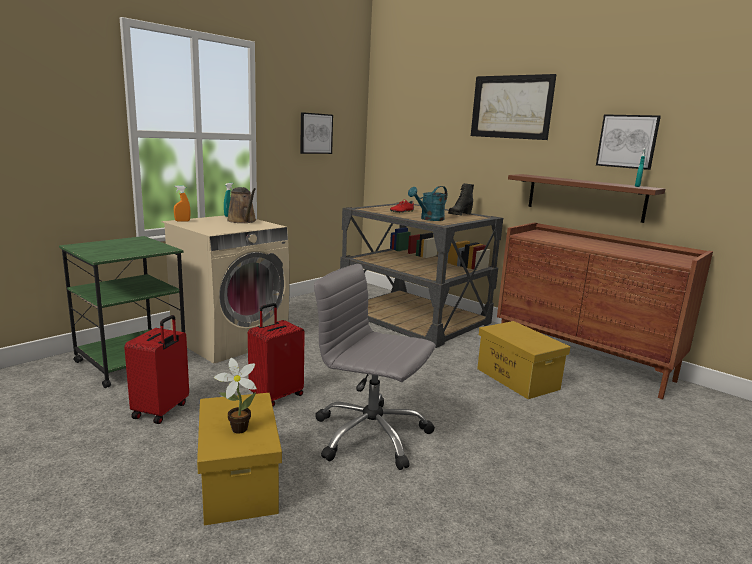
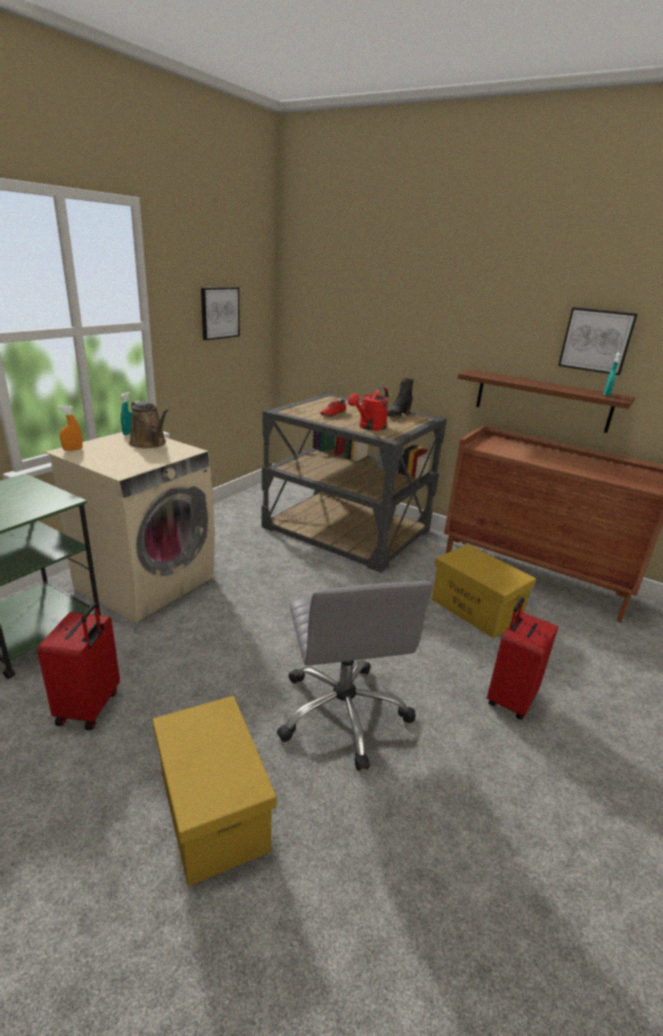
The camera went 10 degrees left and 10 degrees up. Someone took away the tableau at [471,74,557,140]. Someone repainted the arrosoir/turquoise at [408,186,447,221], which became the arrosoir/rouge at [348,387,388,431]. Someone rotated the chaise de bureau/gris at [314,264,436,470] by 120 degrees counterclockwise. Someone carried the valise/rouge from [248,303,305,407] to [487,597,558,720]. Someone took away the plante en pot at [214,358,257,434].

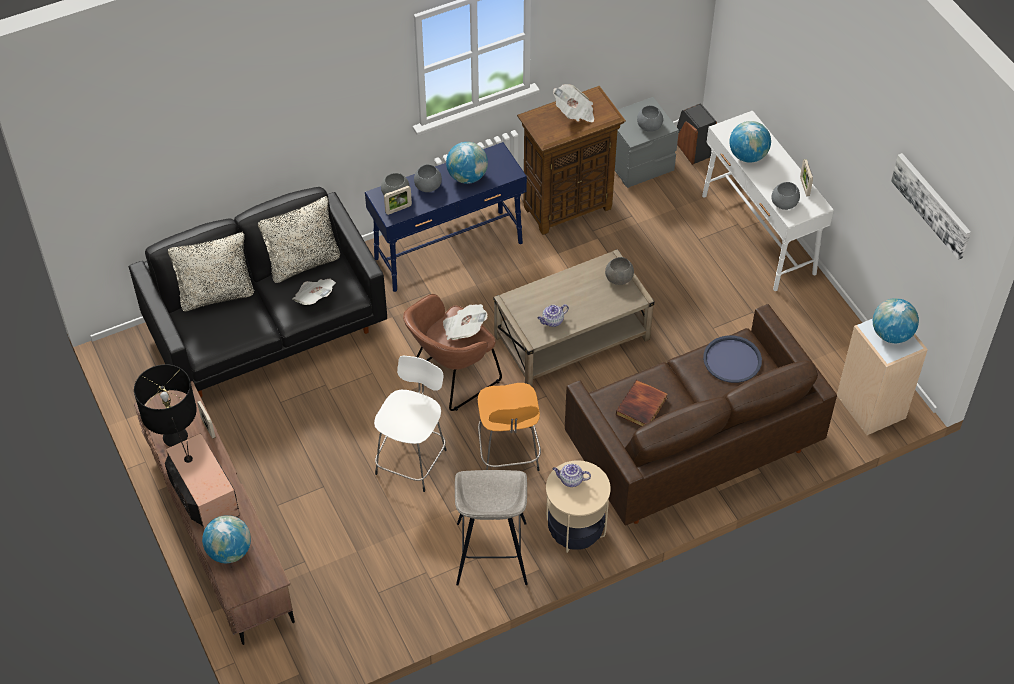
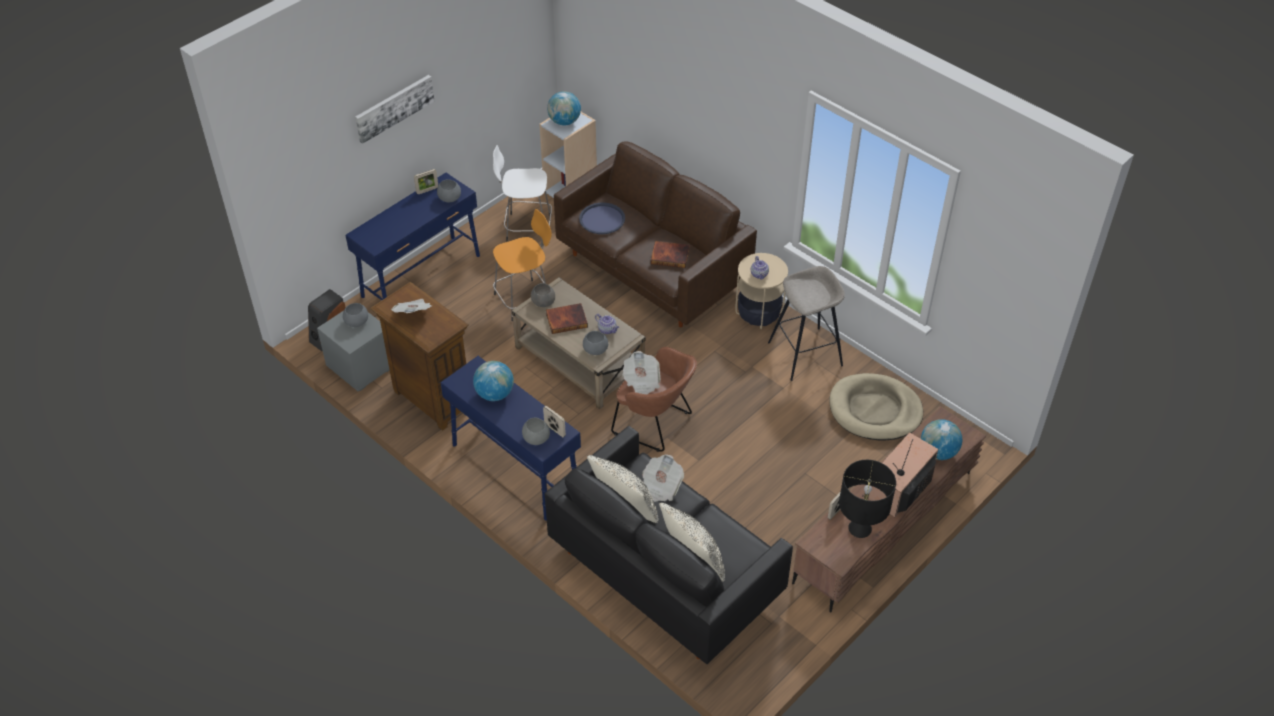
The camera went 110 degrees left and 5 degrees down. Someone repainted the table console/blanc at [702,111,834,291], which became the table console/bleu at [345,173,480,300]. Someone took away the globe at [729,121,771,163]. Someone carried the tableau from [891,153,971,260] to [355,75,435,144]. Someone carried the bol/gris from [414,164,442,192] to [583,331,608,355]. Someone carried the tabouret/blanc from [374,356,447,492] to [493,145,552,241]. Someone carried the tabouret/orange from [478,383,541,471] to [493,209,552,321]. Someone put down the livre at [546,303,588,334]. Someone put down the panier pour chien/beige at [829,373,923,441].

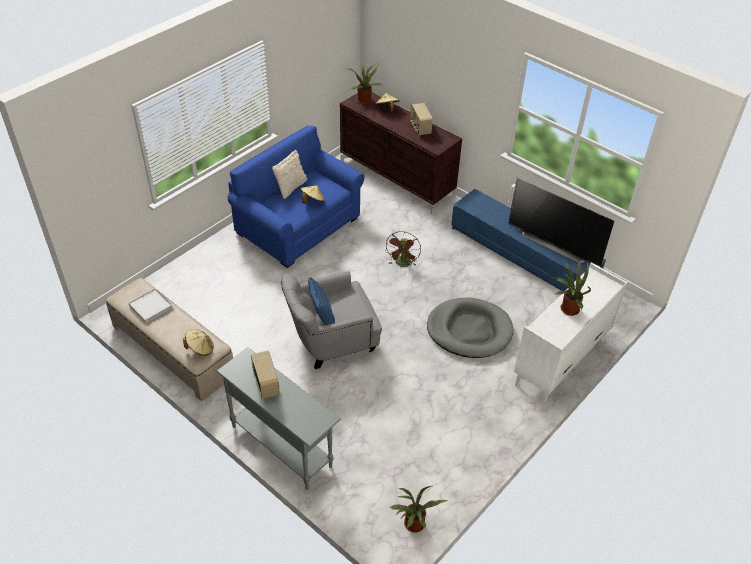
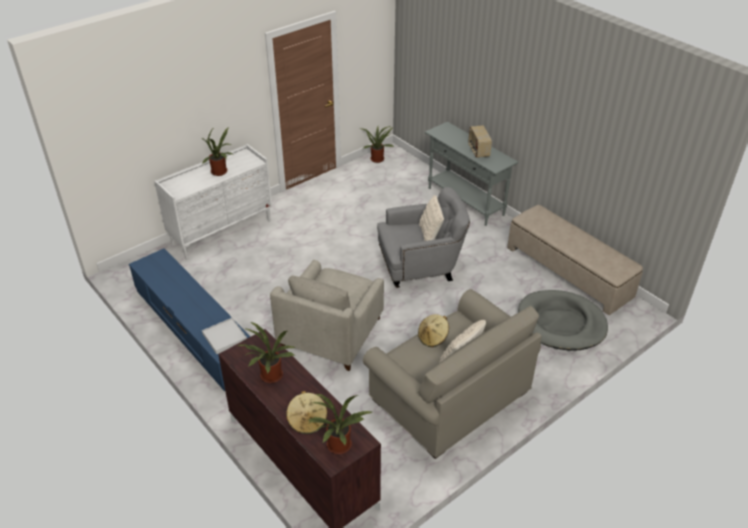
The camera went 170 degrees left and 5 degrees down. Someone swapped the radio at [410,103,433,135] for the plante en pot at [238,322,296,383]. Someone repainted the canapé/bleu at [228,125,364,268], which became the canapé/beige at [363,289,542,459]. Someone took away the téléviseur at [508,178,614,267]. Someone swapped the ventilateur/marron at [385,231,421,267] for the fauteuil/beige at [270,260,384,371]. Someone repainted the coussin/bleu at [308,278,335,325], which became the coussin/beige at [419,195,444,241]. Someone carried the plateau/blanc from [129,288,173,323] to [202,318,247,354]. Someone carried the panier pour chien/gris from [427,297,513,358] to [518,290,608,351]. Someone took away the chapeau/beige at [183,329,214,356].

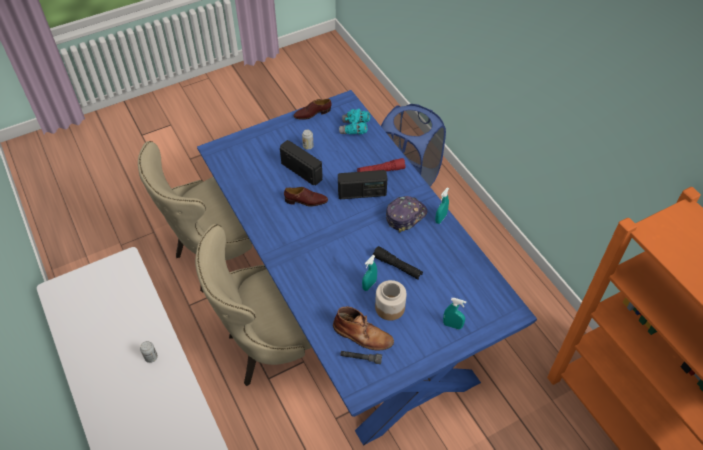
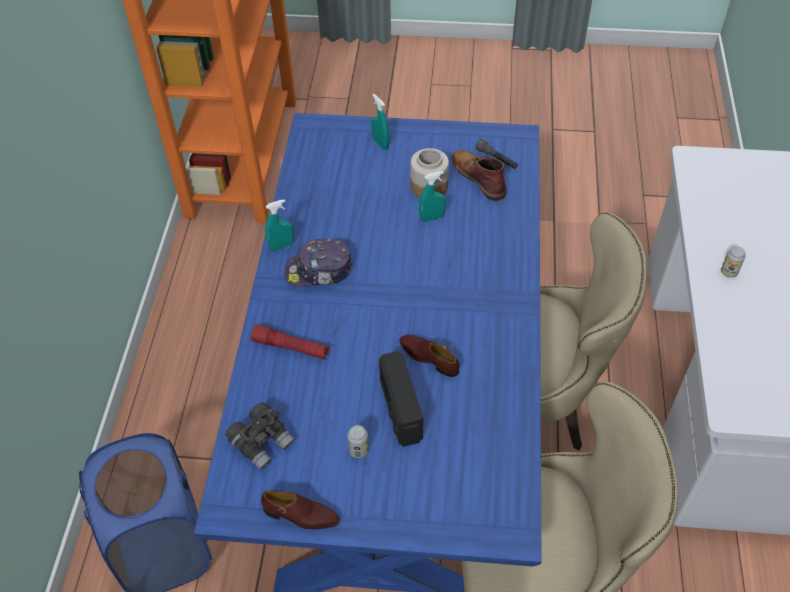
The camera went 145 degrees left and 0 degrees up. Someone repainted the jumelles/turquoise at [339,109,370,135], which became the jumelles/gris at [225,402,295,470]. Someone took away the radio at [338,170,387,199]. Someone took away the lampe de poche/noir at [373,246,423,280].

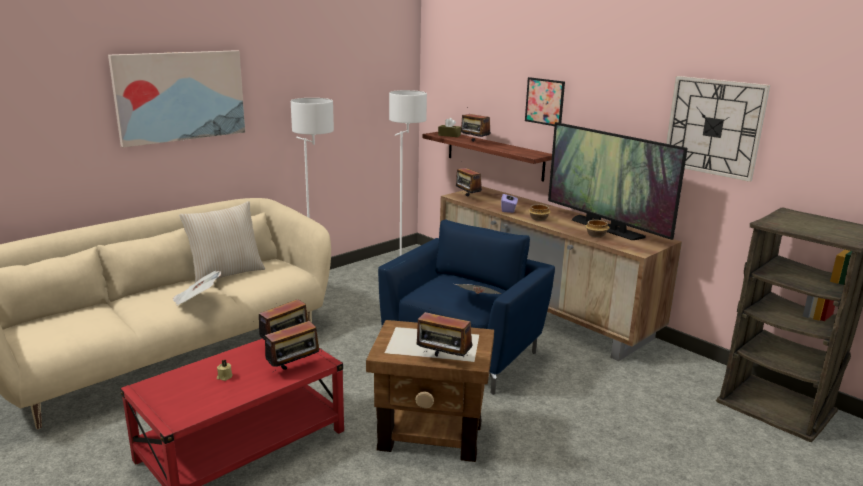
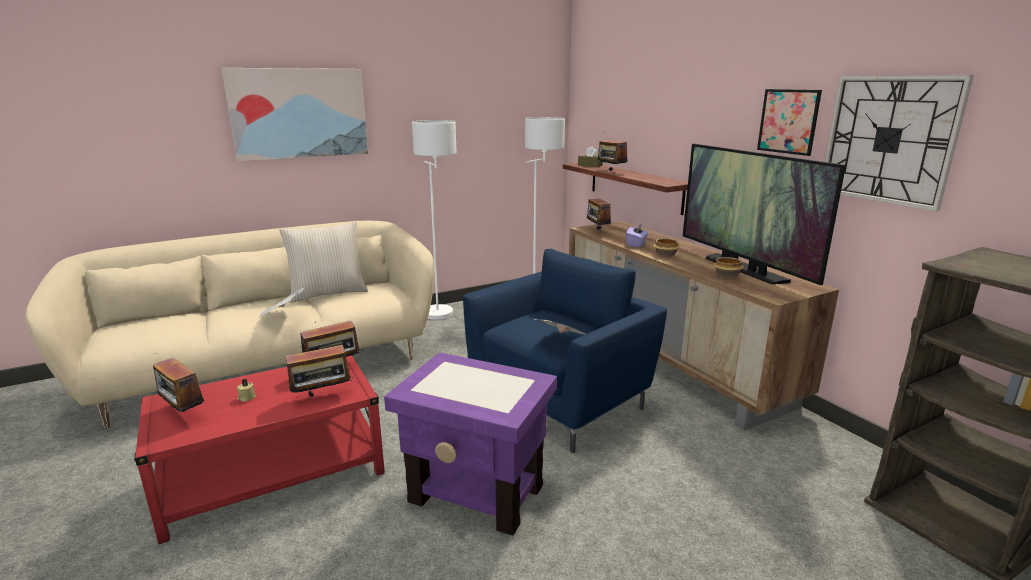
The camera went 15 degrees right and 0 degrees up. Someone carried the tableau from [525,77,565,126] to [757,89,822,156]. Someone carried the radio from [416,308,473,357] to [153,353,204,413]. Someone repainted the table d'appoint/marron at [366,320,494,462], which became the table d'appoint/violet at [384,353,557,536].

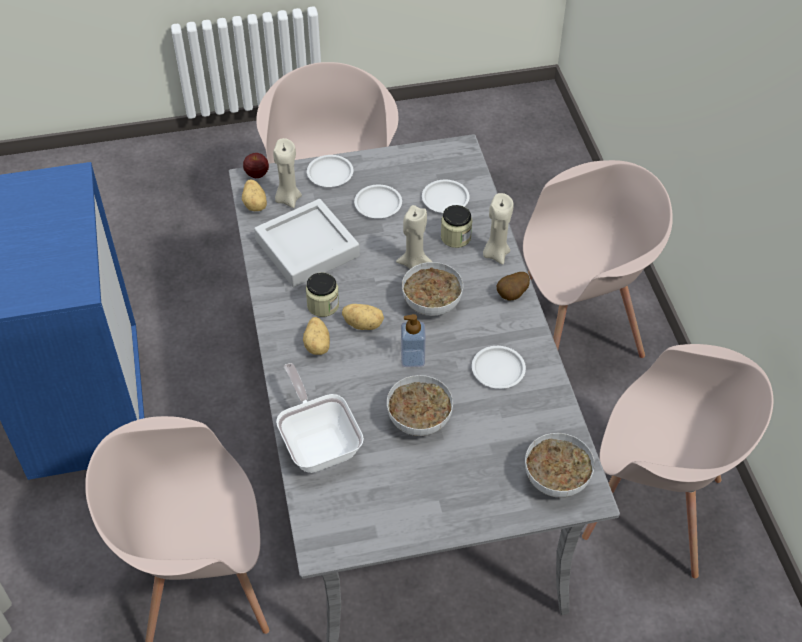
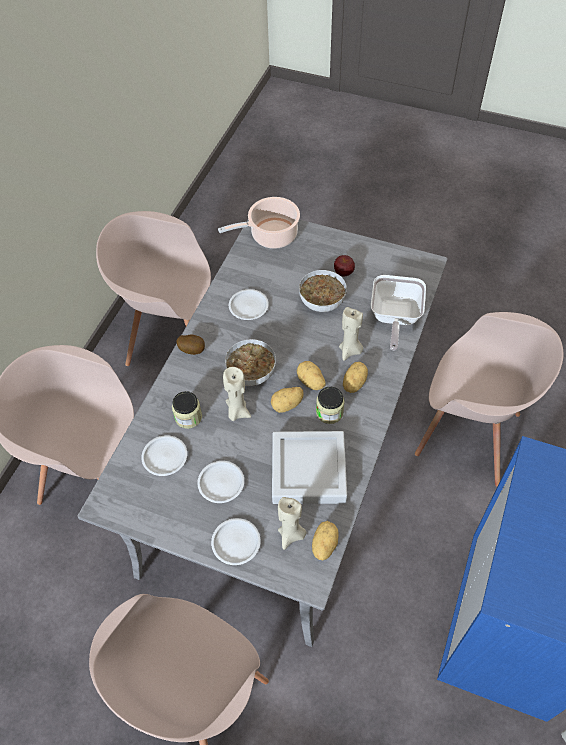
The camera went 145 degrees left and 5 degrees up. Someone carried the pomme from [243,153,269,178] to [334,255,355,276]. Someone carried the bougie/beige from [483,193,513,265] to [339,307,363,361]. Someone took away the distributeur de savon at [401,314,426,367]. Someone rotated the chaise/beige at [582,344,774,578] by 45 degrees counterclockwise. Someone swapped the bol at [525,433,595,498] for the marmite at [218,197,300,249]. Someone put down the pomme de terre at [271,387,303,413].

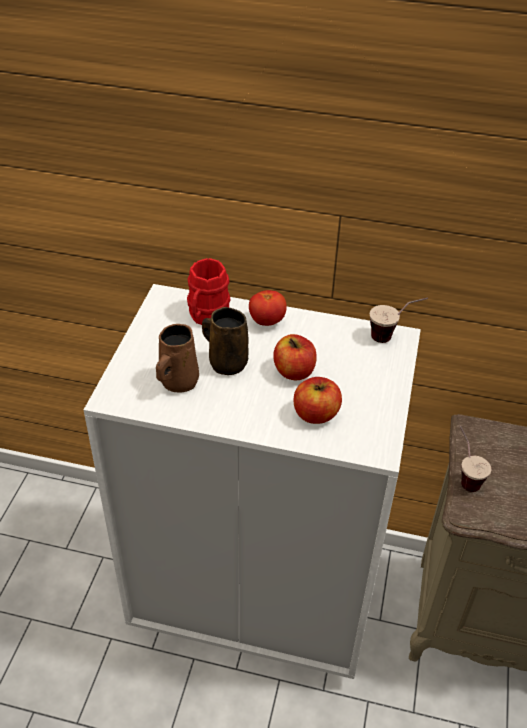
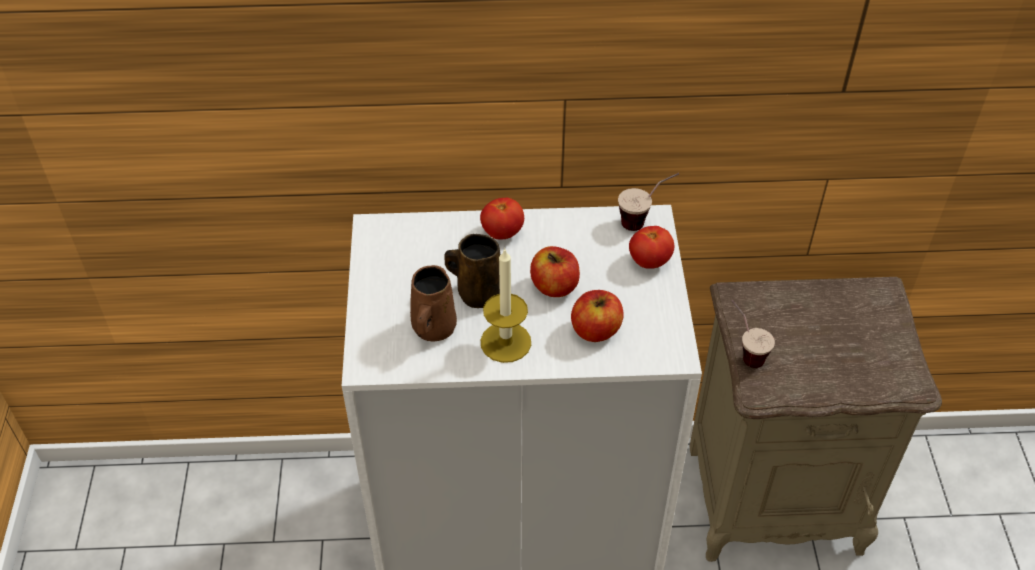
The camera went 15 degrees left and 5 degrees up. Someone took away the mug/rouge at [187,258,230,325]. Someone put down the tomate at [629,226,674,269]. Someone put down the bougie at [481,248,531,363].

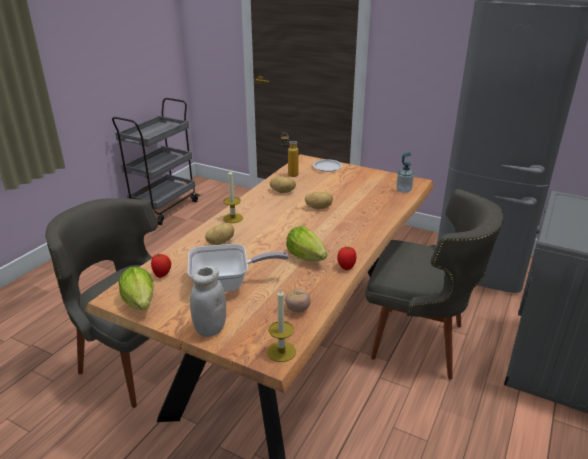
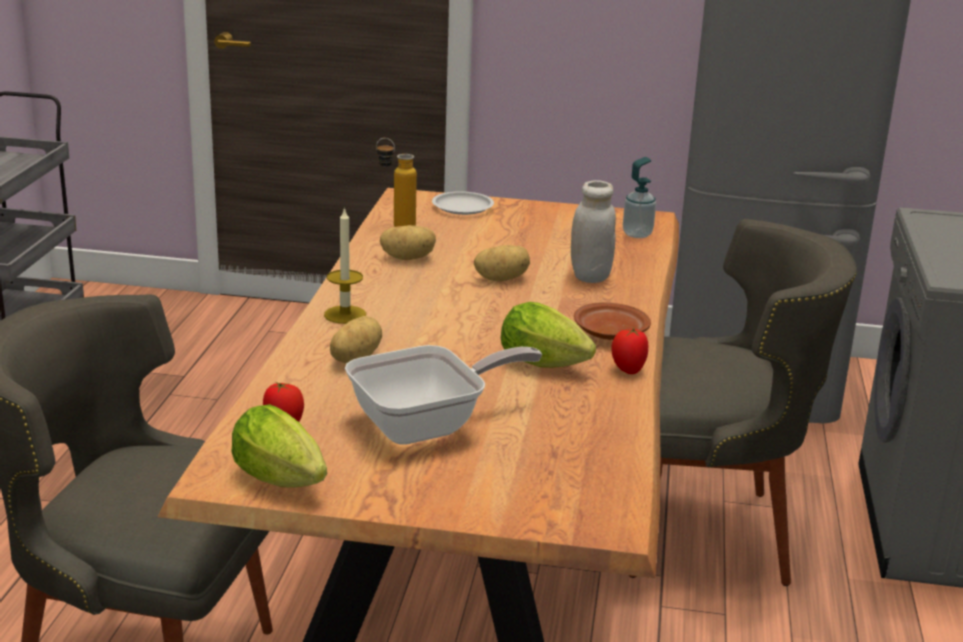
The camera went 20 degrees left and 5 degrees down. Someone carried the bocal/blanc from [190,266,226,337] to [571,180,616,283]. Someone took away the bougie at [267,287,296,362]. Someone took away the tomate at [285,288,311,313]. Someone put down the assiette/marron at [574,302,651,340].

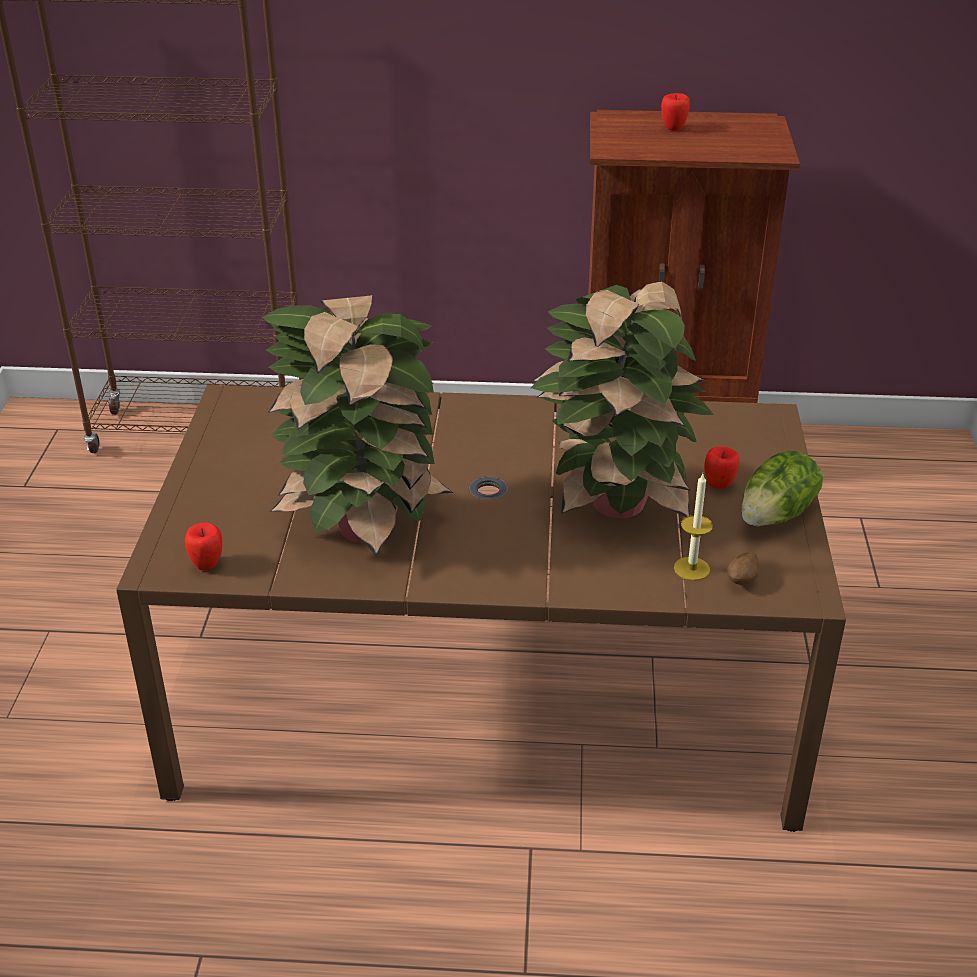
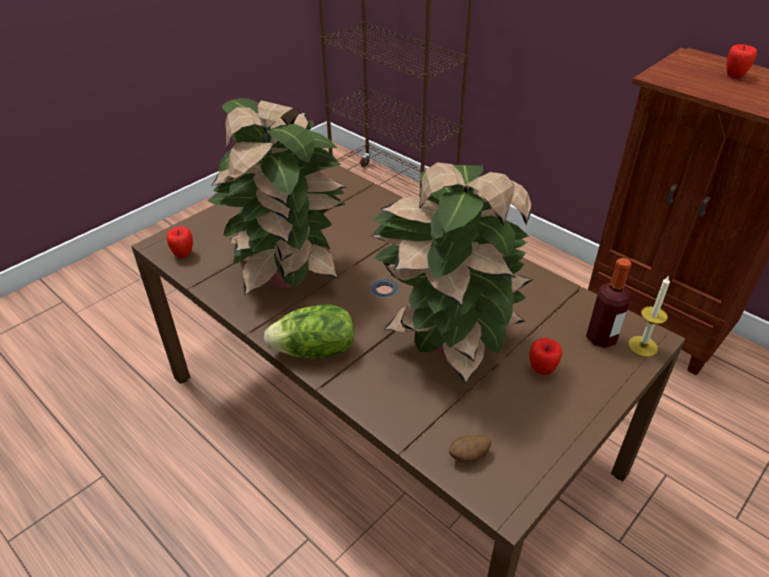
The camera went 40 degrees right and 5 degrees up. Someone carried the laitue from [741,451,823,526] to [264,304,354,359]. Someone carried the bougie from [674,474,713,581] to [628,275,670,357]. Someone put down the bouteille at [586,258,631,348].

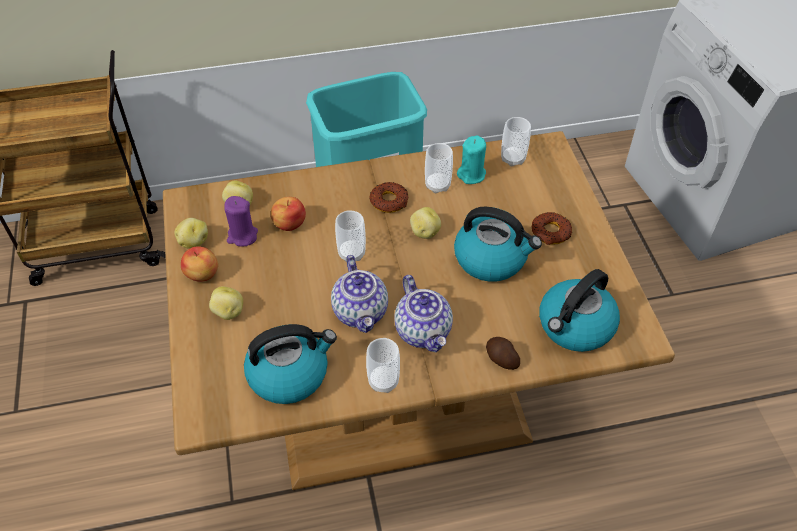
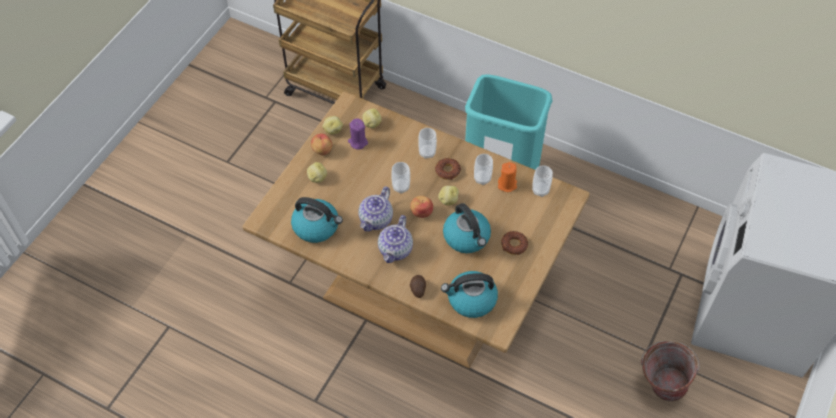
The camera went 40 degrees right and 5 degrees up. Someone repainted the bougie/turquoise at [457,135,486,184], which became the bougie/orange at [498,162,517,192]. Someone carried the pomme from [271,197,306,231] to [410,196,433,218]. Someone carried the tasse from [366,338,400,393] to [418,128,437,159]. Someone put down the seau at [641,340,700,401].

